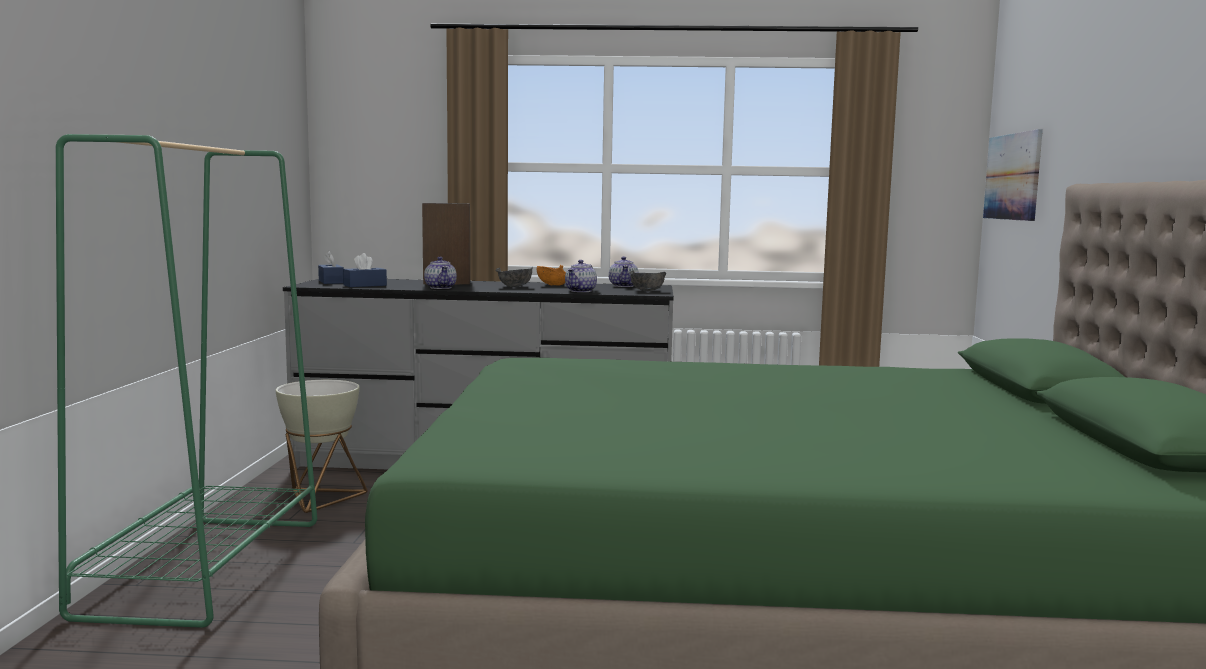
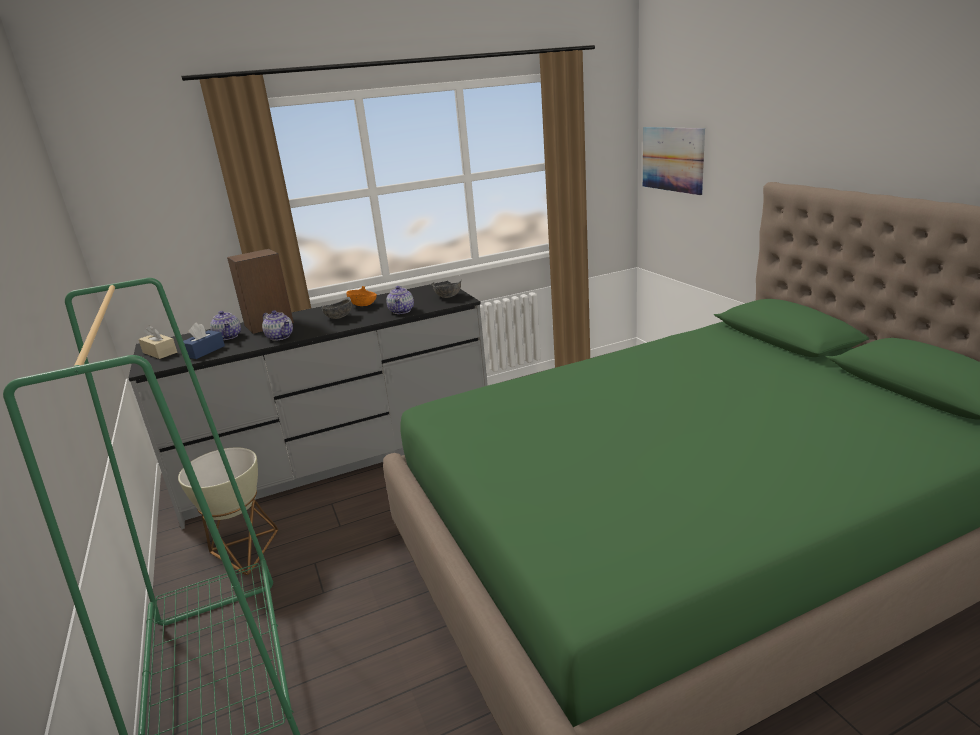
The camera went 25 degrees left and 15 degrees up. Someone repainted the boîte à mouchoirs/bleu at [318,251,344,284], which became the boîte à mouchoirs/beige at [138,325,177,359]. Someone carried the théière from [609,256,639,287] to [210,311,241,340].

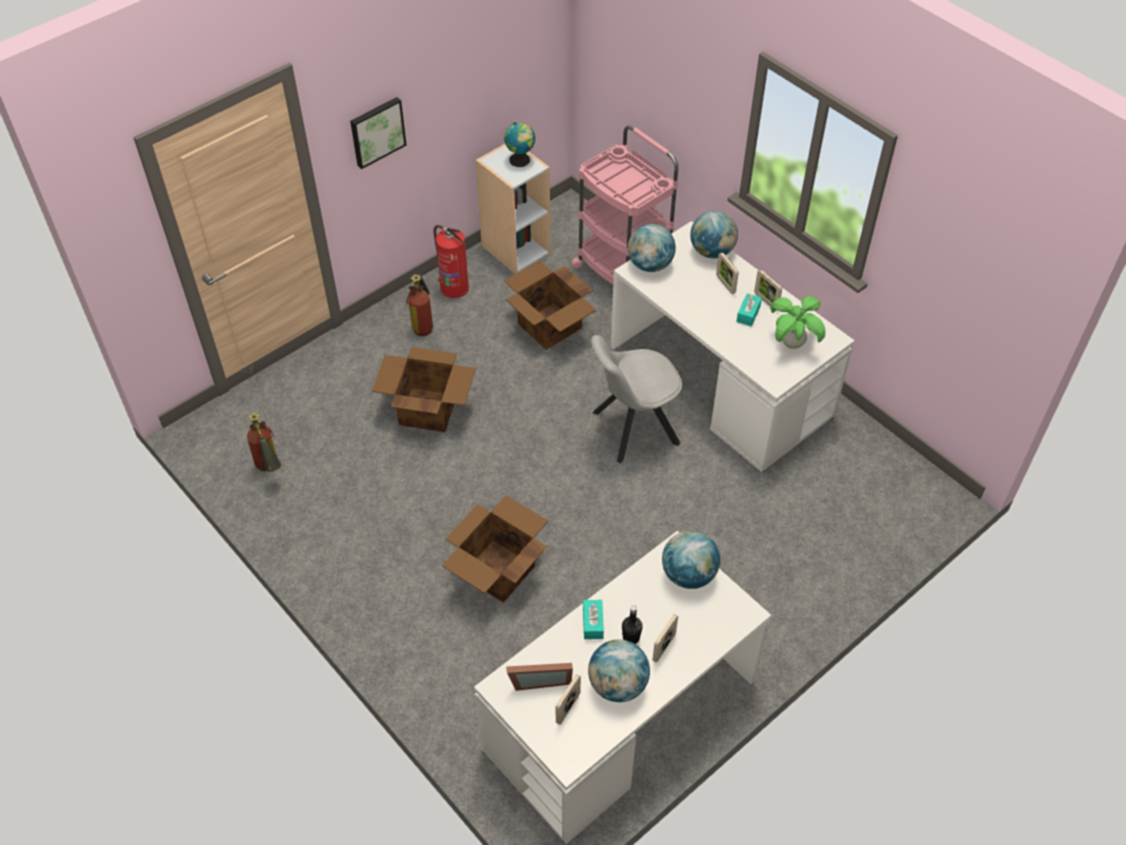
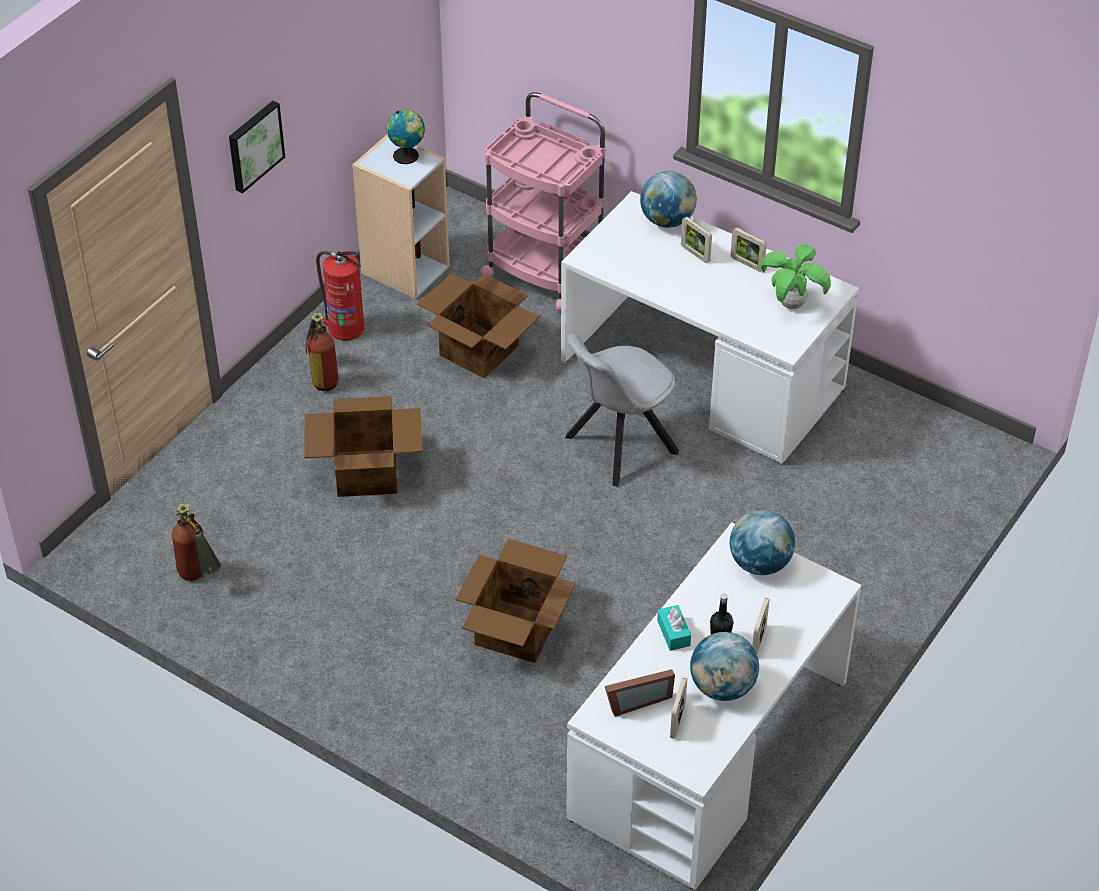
The camera went 15 degrees left and 5 degrees down. Someone took away the globe at [628,224,676,272]. Someone took away the boîte à mouchoirs/turquoise at [736,294,762,326].

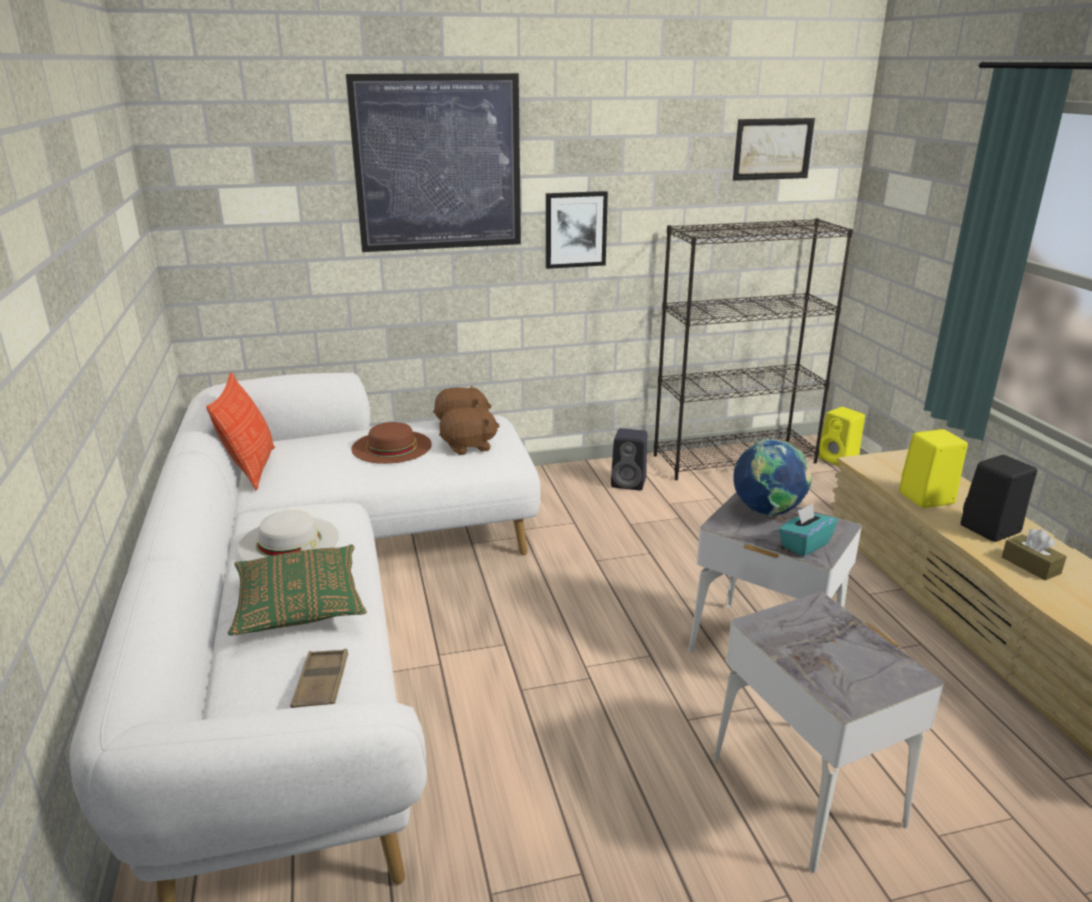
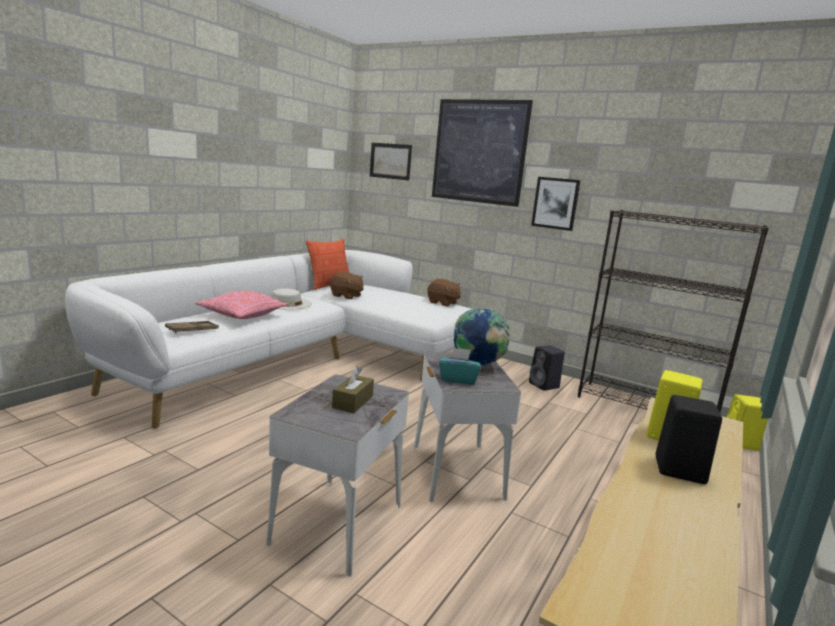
The camera went 45 degrees right and 10 degrees down. Someone carried the tableau from [733,118,815,181] to [370,143,412,180]. Someone carried the peluche/marron from [439,405,500,455] to [330,272,364,299]. Someone took away the chapeau/marron at [351,422,432,464]. Someone carried the boîte à mouchoirs/marron from [1002,529,1067,580] to [332,366,374,413]. Someone repainted the coussin/vert at [228,545,367,636], which became the coussin/rose at [195,291,288,319].

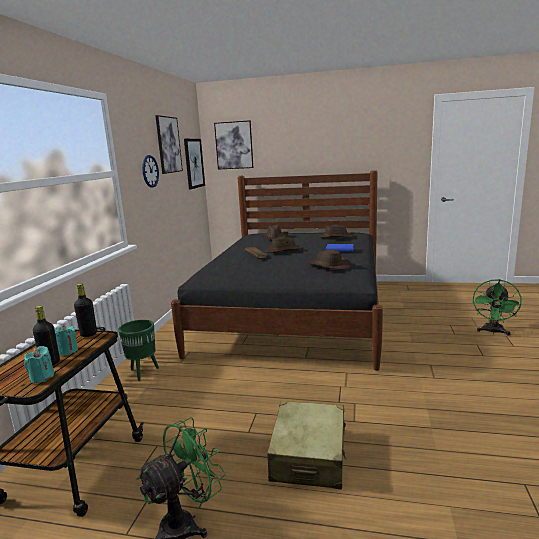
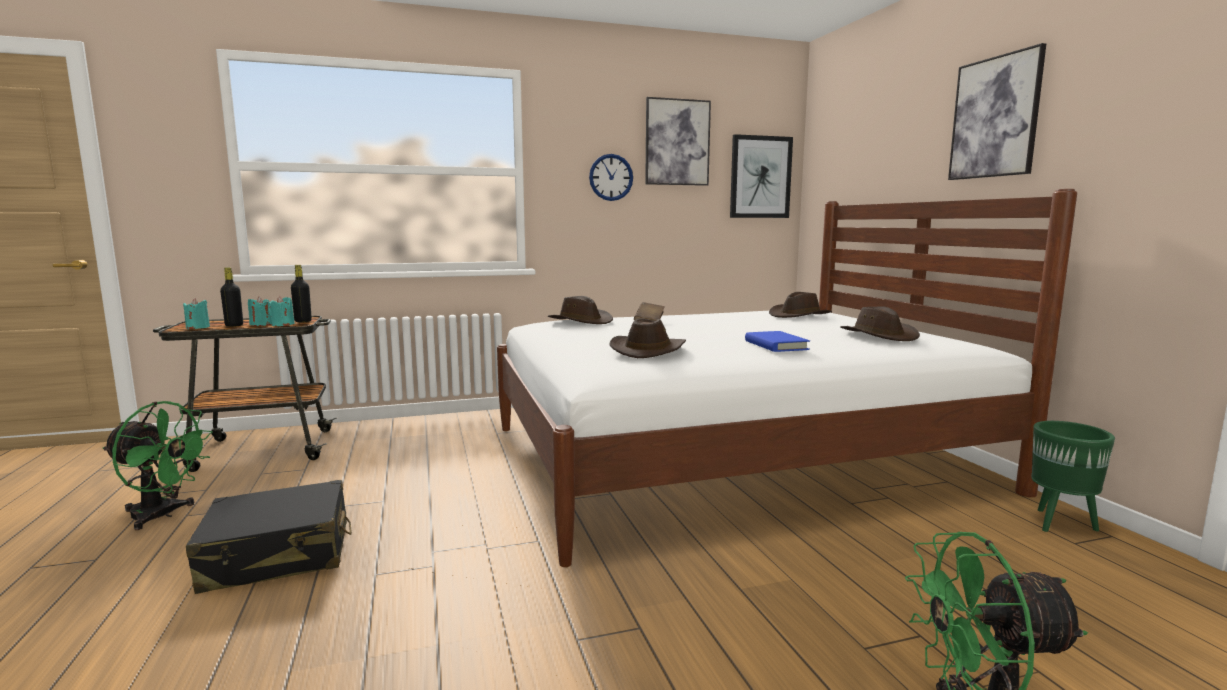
The camera went 60 degrees right and 5 degrees down. Someone carried the tableau from [214,120,254,170] to [948,43,1046,180]. Someone repainted the lit/noir at [171,170,383,371], which became the lit/blanc at [497,189,1077,567]. Someone carried the chapeau/marron from [265,237,303,253] to [548,296,613,324]. Someone carried the cache-pot/vert from [118,320,159,381] to [1031,421,1115,532]. Someone repainted the valise/beige at [267,401,347,489], which became the valise/noir at [186,480,352,594]. Someone put down the bougie/turquoise at [269,296,295,326].

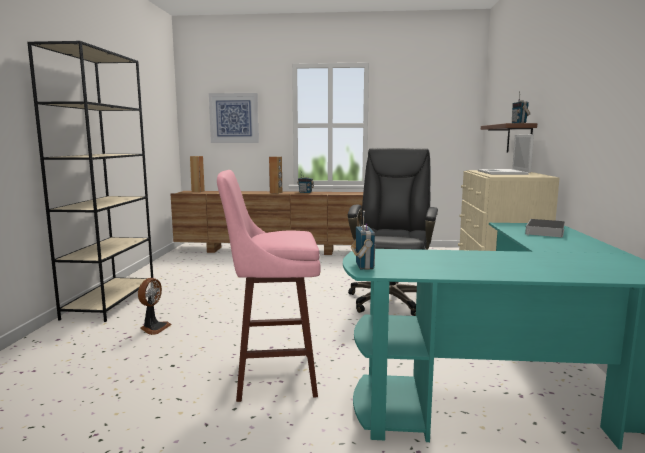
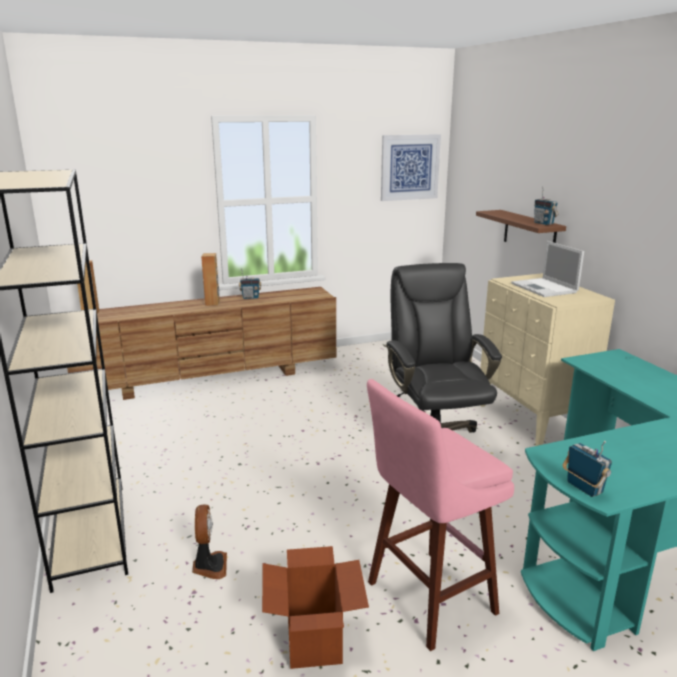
The camera went 25 degrees left and 10 degrees up. Someone carried the tableau from [209,93,259,143] to [381,134,441,201]. Someone took away the livre at [525,219,565,237]. Someone put down the carton at [262,546,369,669].

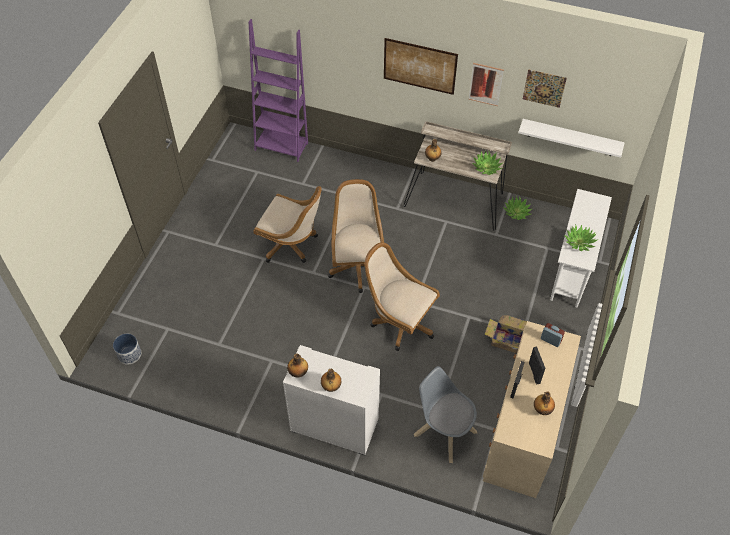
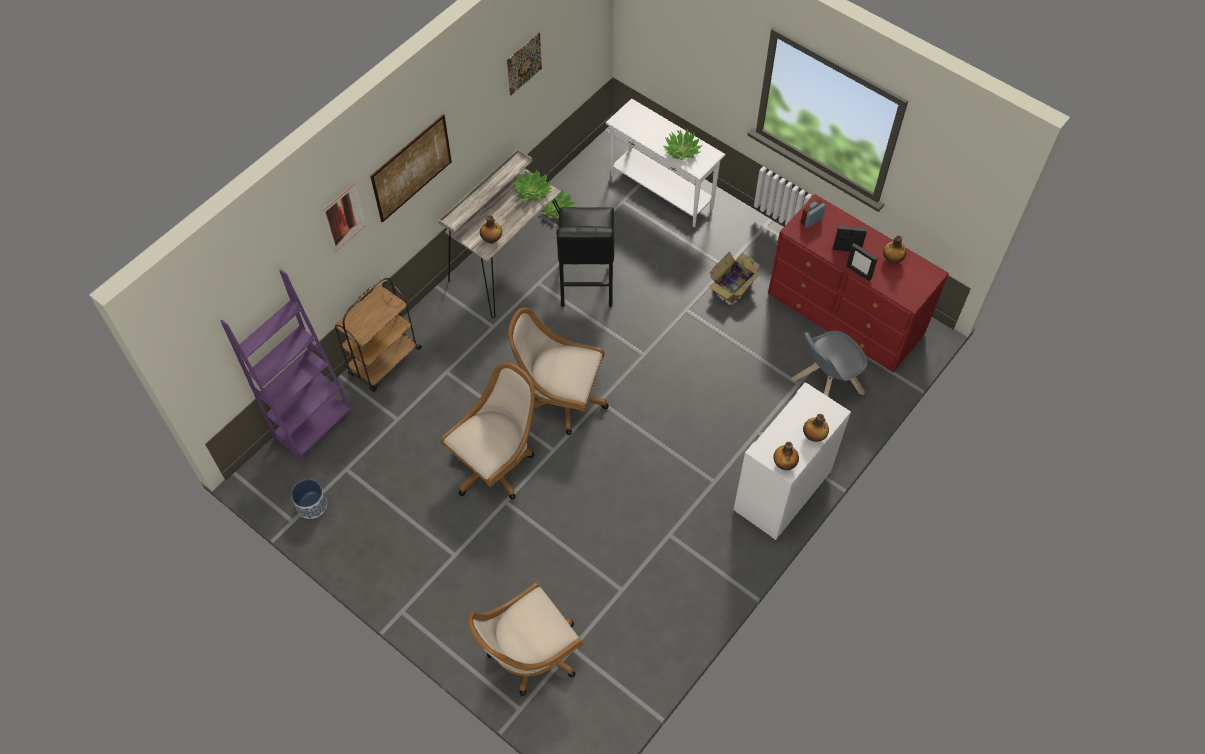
The camera went 70 degrees left and 5 degrees up. Someone carried the tableau from [469,63,504,106] to [323,183,366,251]. Someone took away the étagère/blanc at [518,119,625,158]. Someone carried the chaise de bureau from [365,242,440,351] to [468,583,583,696]. Someone repainted the commode/beige at [483,321,581,498], which became the commode/rouge at [768,194,949,372]. Someone carried the cache-pot from [113,334,141,365] to [291,479,327,519]. Someone put down the tabouret/noir at [556,207,615,307]. Someone put down the chariot/marron at [335,278,422,392].

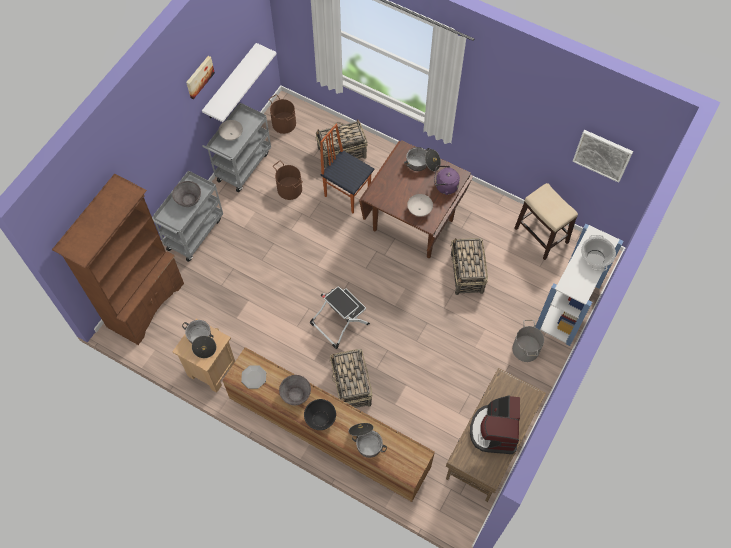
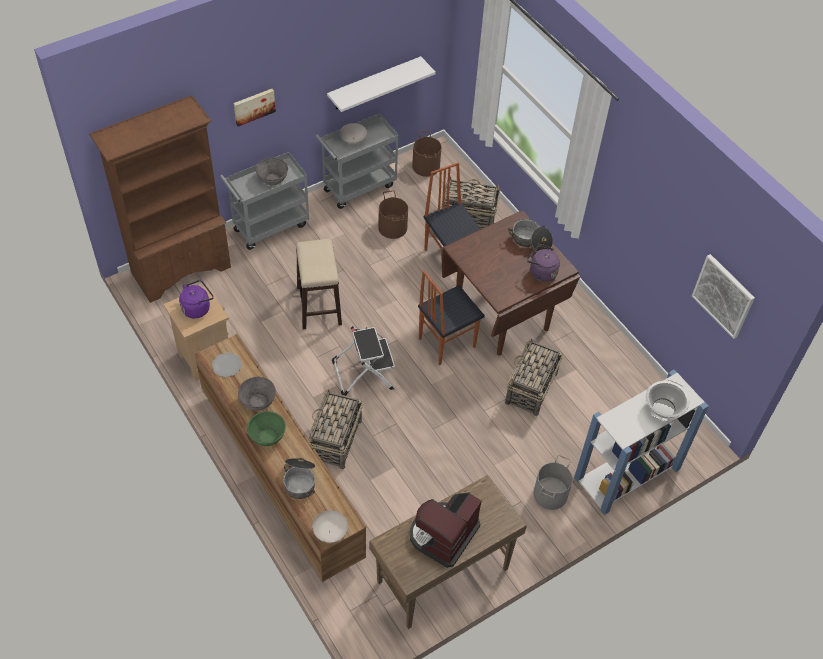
The camera went 25 degrees right and 10 degrees down. Someone carried the tableau from [186,56,215,99] to [234,89,276,127]. Someone carried the tabouret from [514,183,578,260] to [296,239,342,330]. Someone carried the bol/blanc from [407,194,433,216] to [313,510,348,543]. Someone swapped the marmite at [182,320,216,358] for the bouilloire/violet at [179,280,214,318]. Someone repainted the bol/noir at [304,399,336,430], which became the bol/vert at [247,411,286,446]. Someone put down the chaise at [418,271,485,365].

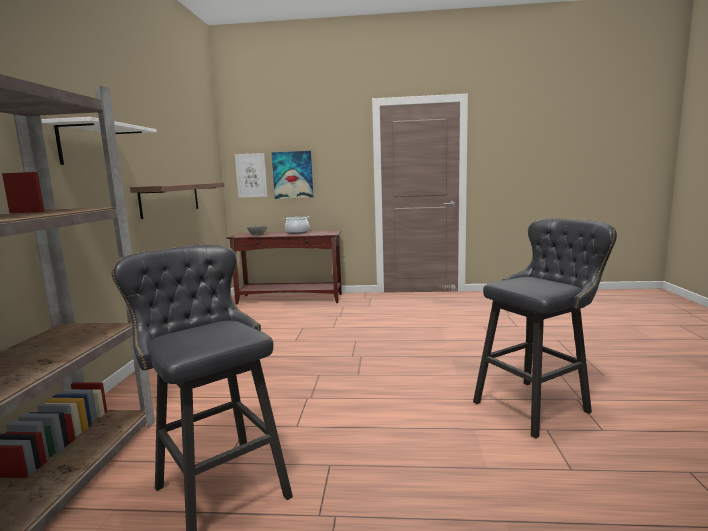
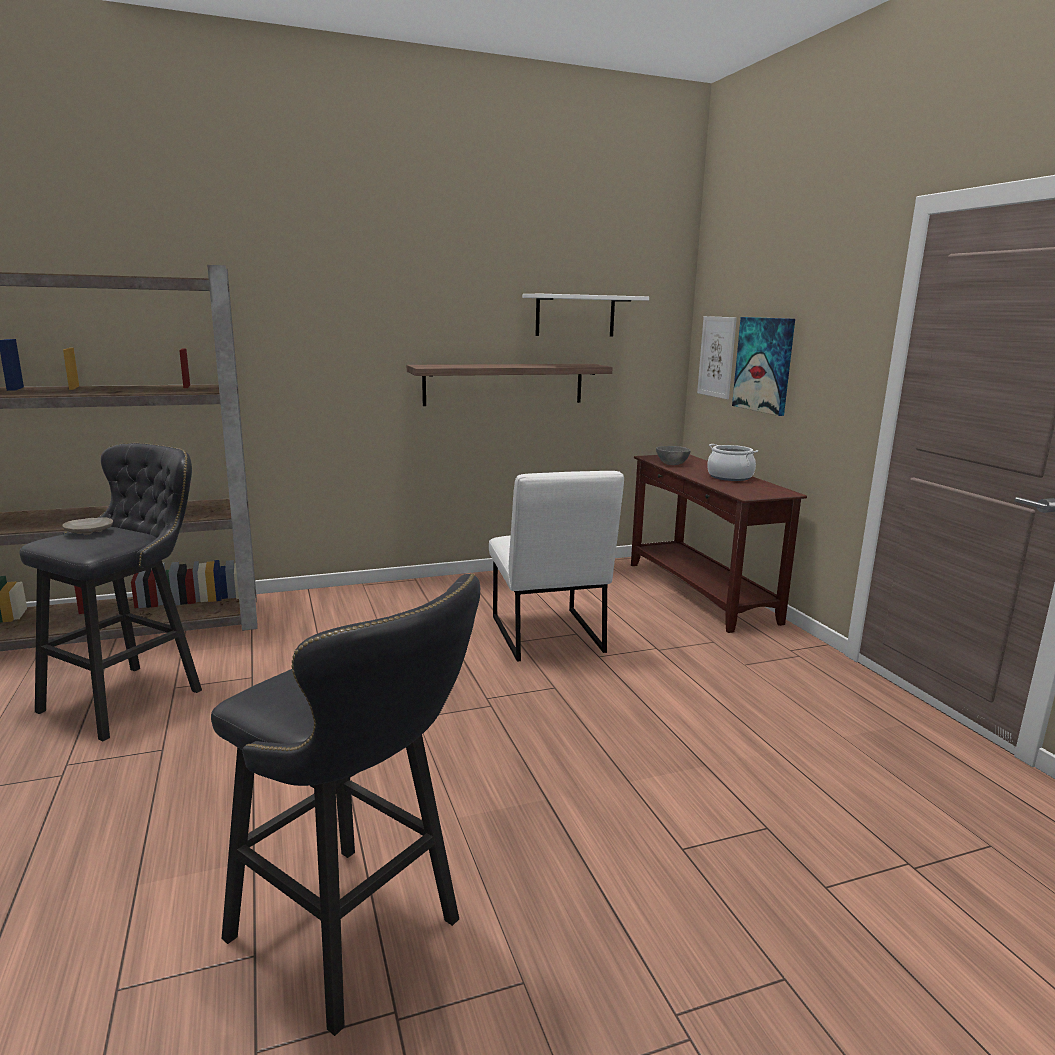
The camera went 65 degrees right and 5 degrees up. Someone carried the étagère/blanc from [41,117,157,165] to [522,294,649,336]. Someone put down the chaise/blanc at [489,471,624,662]. Someone put down the assiette/beige at [62,517,113,535].

